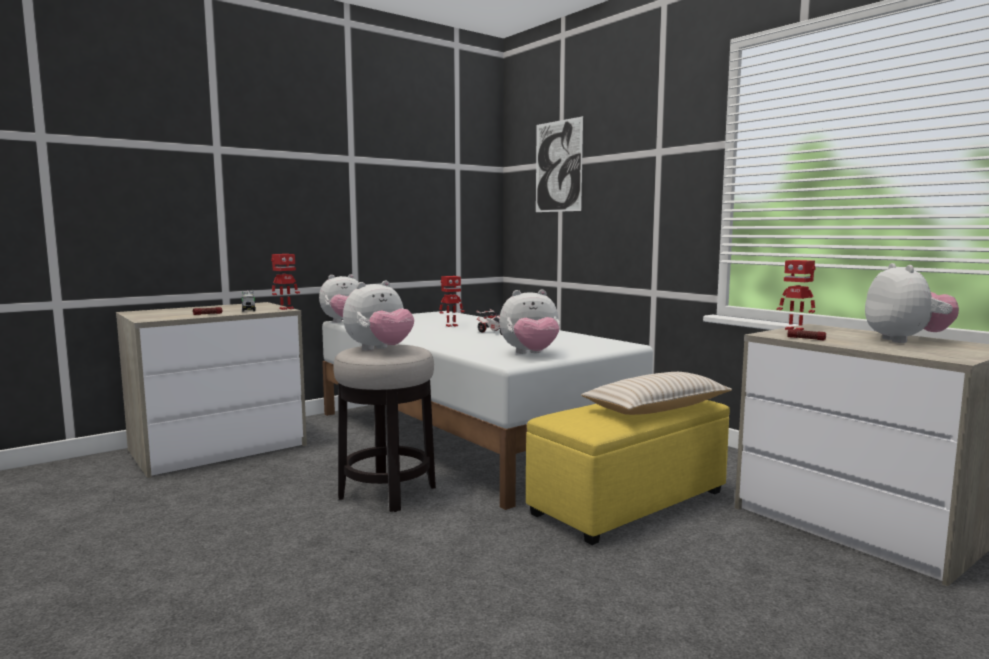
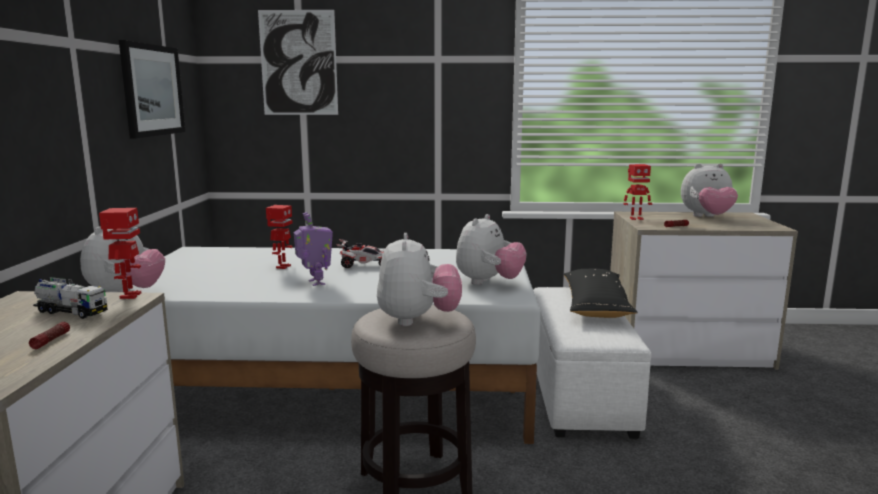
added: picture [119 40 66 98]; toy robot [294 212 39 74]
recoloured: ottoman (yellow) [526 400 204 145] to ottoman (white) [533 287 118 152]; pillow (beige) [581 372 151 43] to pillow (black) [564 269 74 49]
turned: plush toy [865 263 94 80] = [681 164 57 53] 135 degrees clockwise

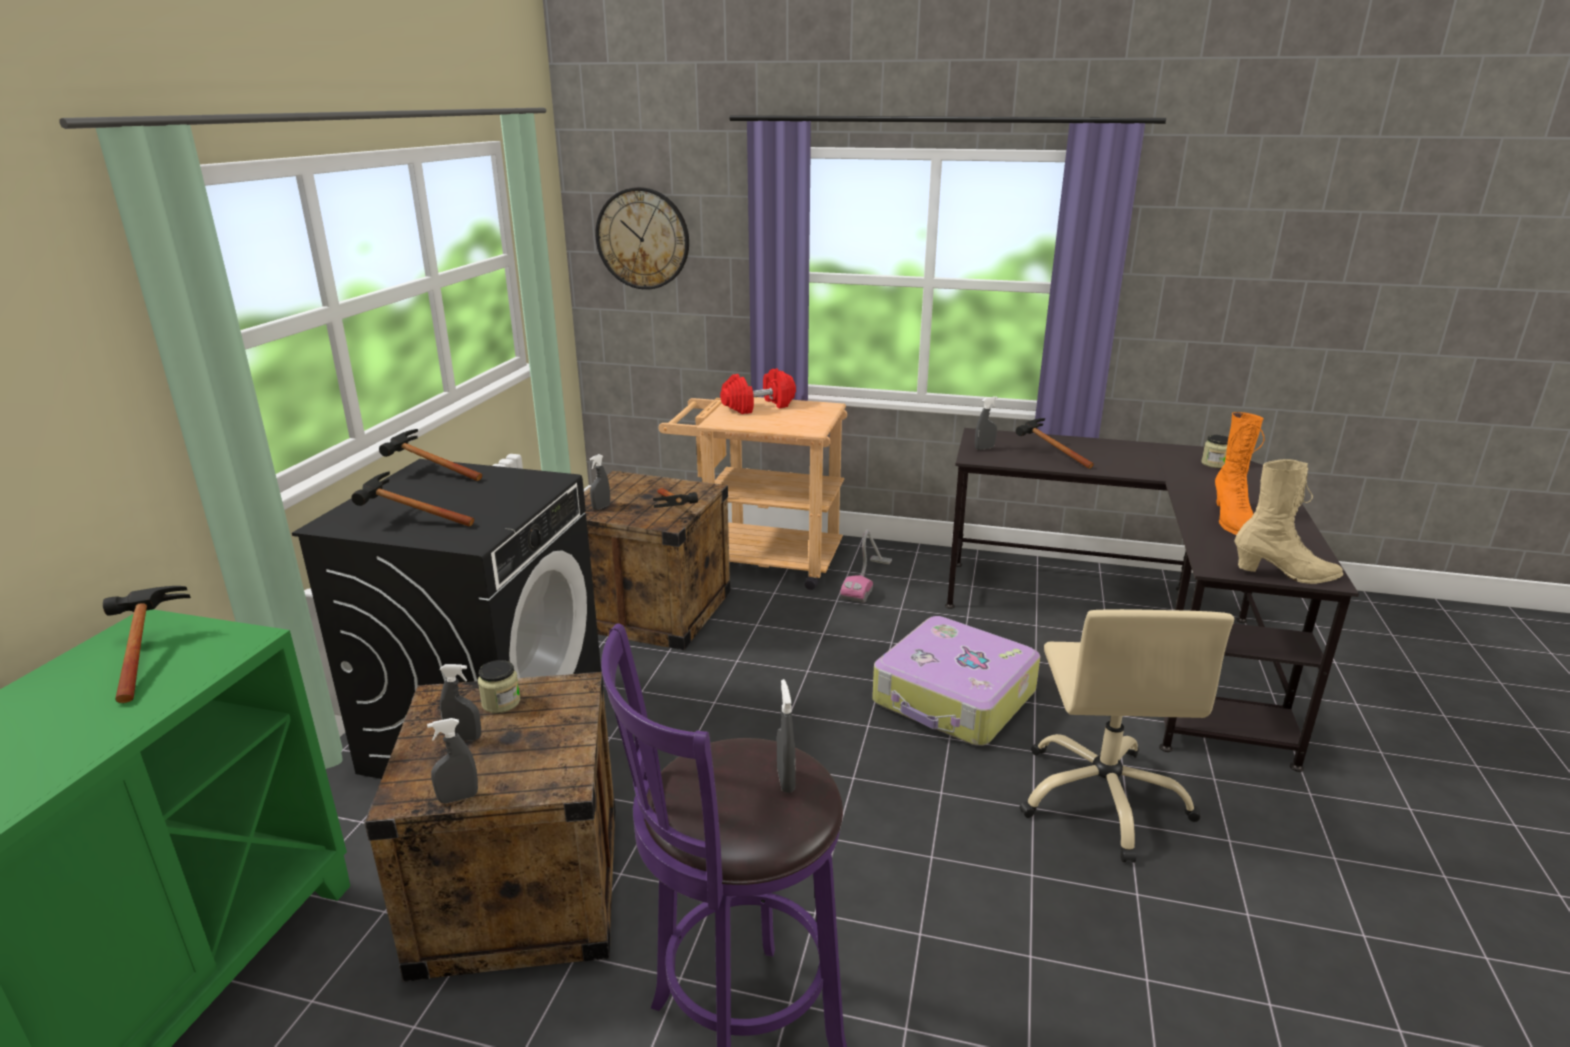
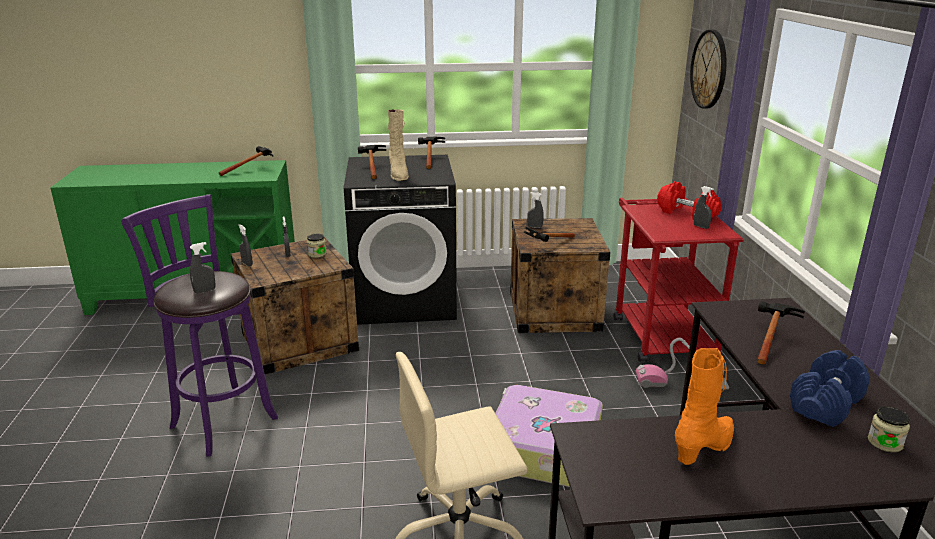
added: dumbbell (blue) [790 350 79 77]
moved: spray bottle (grey) [975 397 23 53] to [694 186 20 43]; boot (beige) [1234 459 109 125] to [388 109 21 72]
recoloured: cart (beige) [658 397 189 193] to cart (red) [613 197 131 165]
turned: boot (orange) [1215 412 50 123] = [675 348 59 117] 150 degrees clockwise

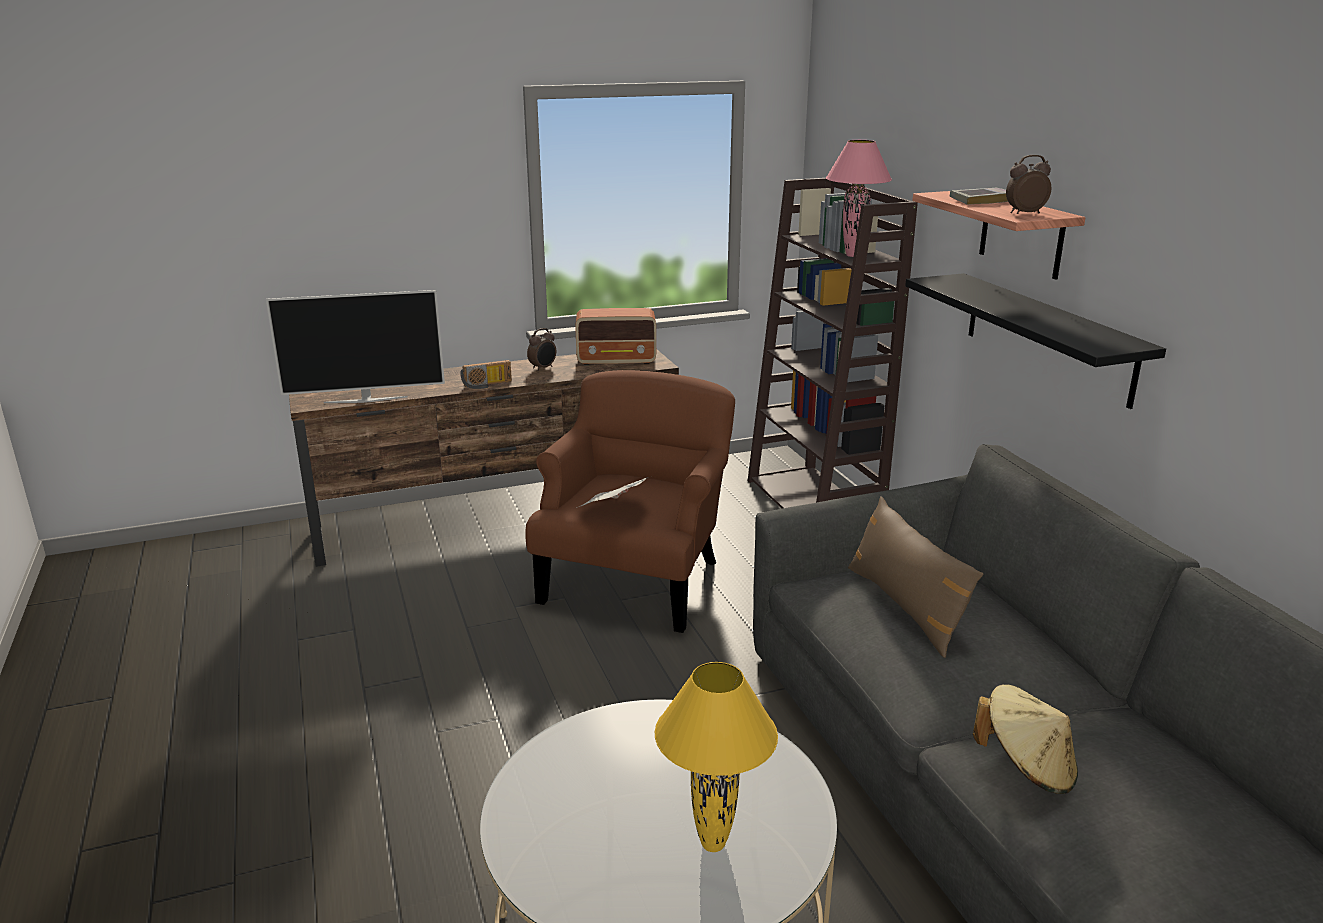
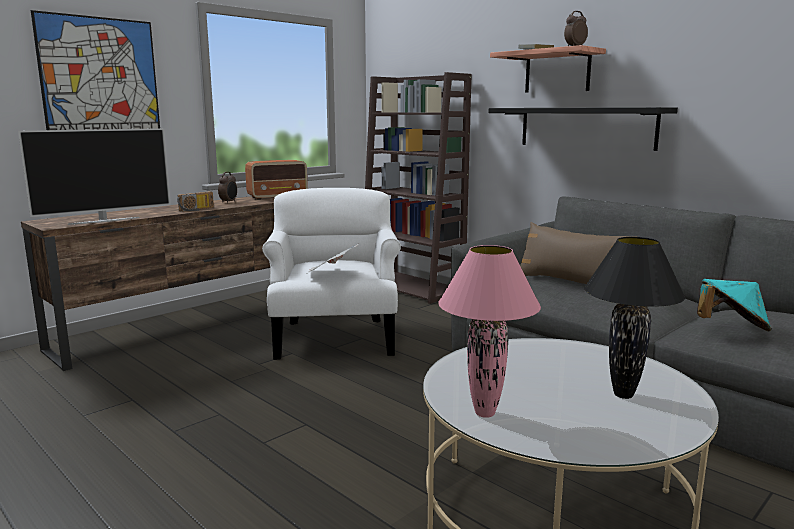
added: picture [31 10 129 120]
moved: table lamp (pink) [826 140 66 117] to [438 245 103 173]
recoloured: armchair (brown) [525 370 210 263] to armchair (white) [262 188 139 172]; table lamp (yellow) [655 662 123 190] to table lamp (black) [584 237 101 162]; hat (beige) [973 684 105 110] to hat (turquoise) [697 279 75 52]

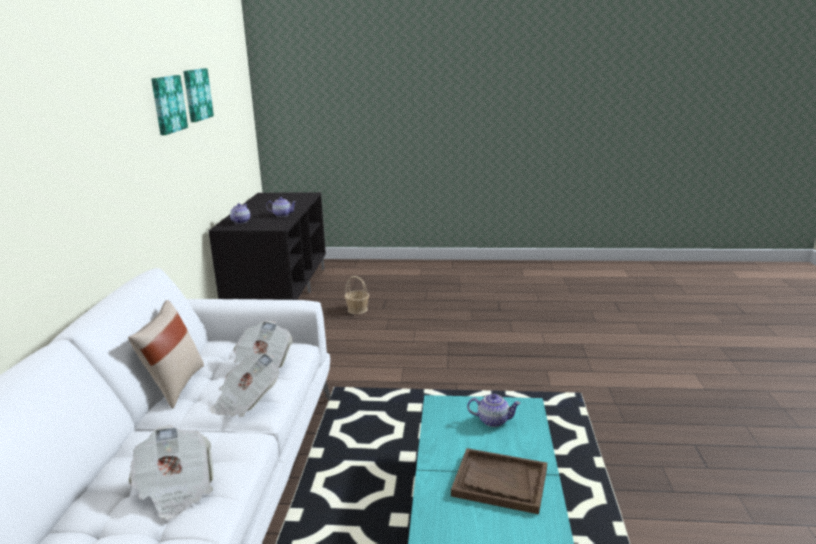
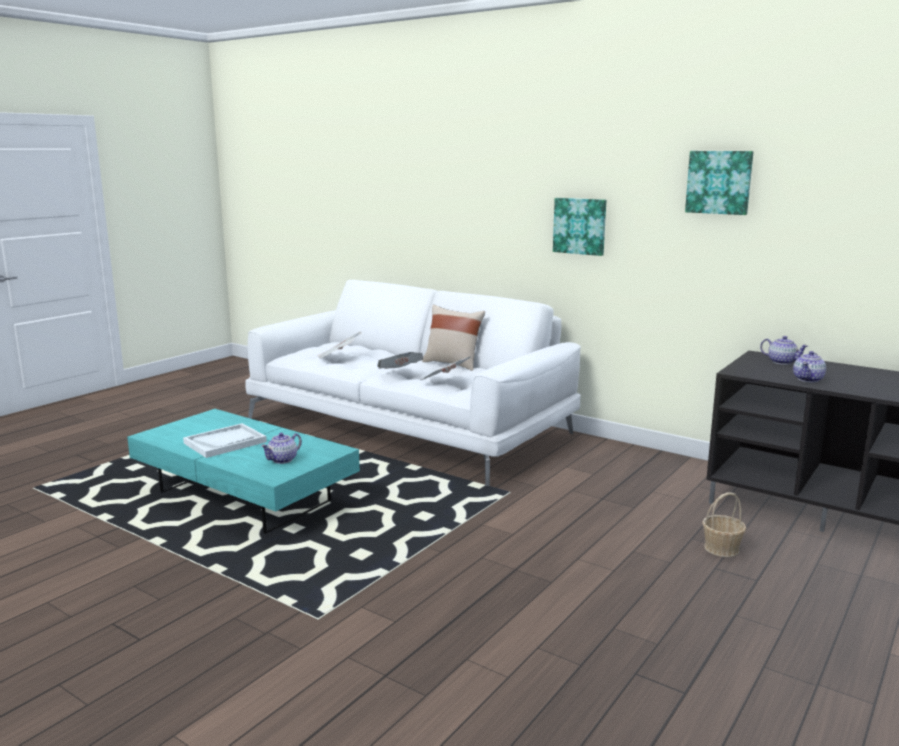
moved: picture [183 68 31 54] to [553 198 53 58]
recoloured: tray (brown) [451 448 96 66] to tray (white) [183 423 84 35]

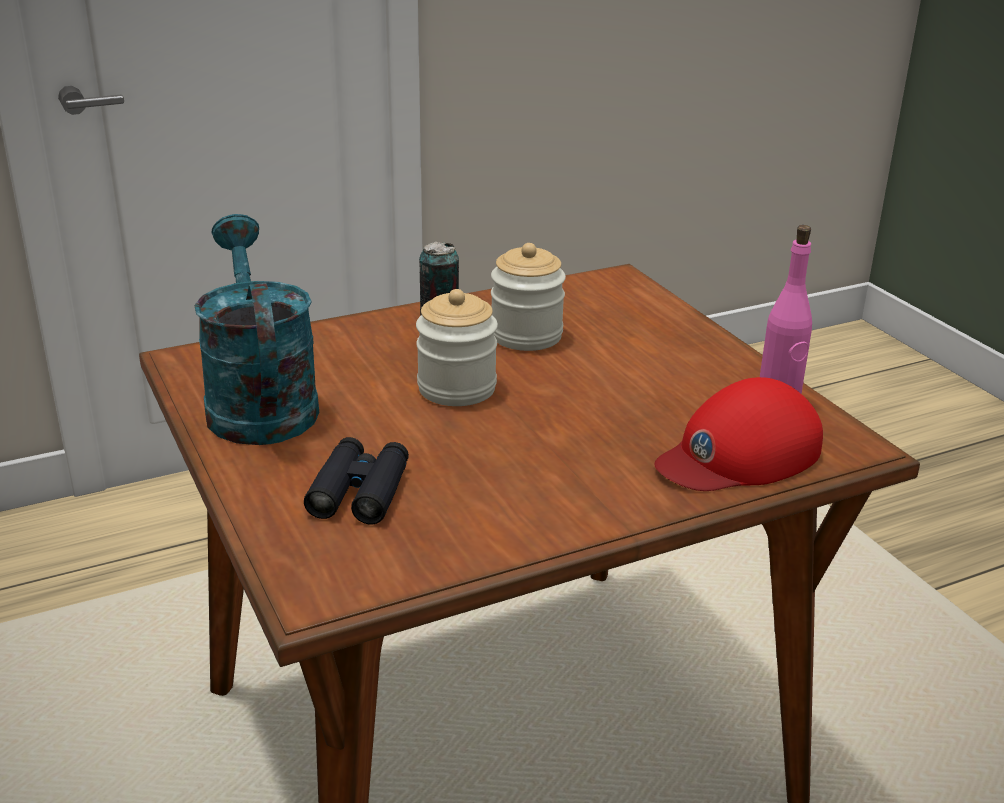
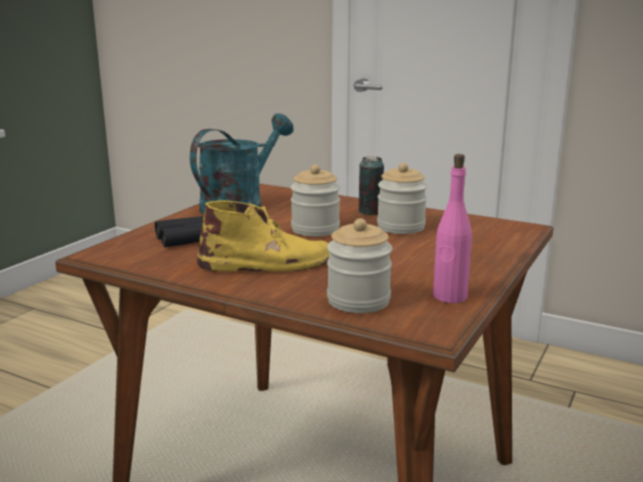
added: boot (yellow) [197 200 133 72]
replaced: cap (red) [654 377 169 114] to jar [327 218 66 95]

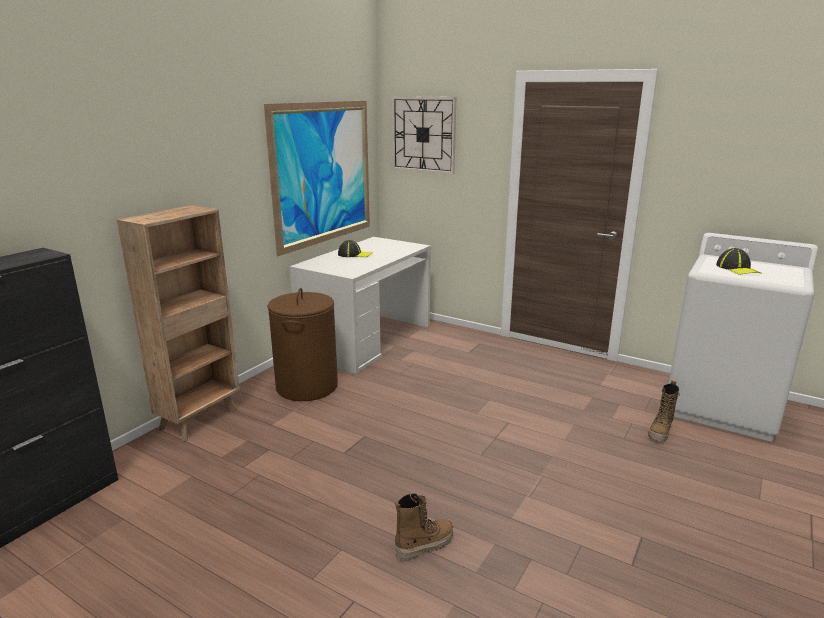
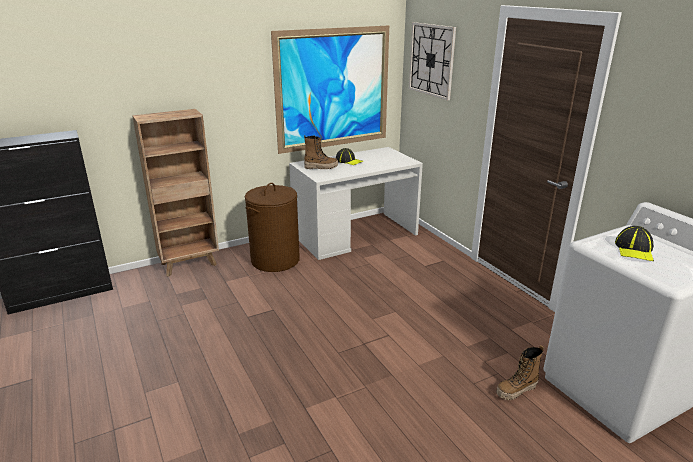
moved: boot [395 493 58 68] to [304 135 34 34]

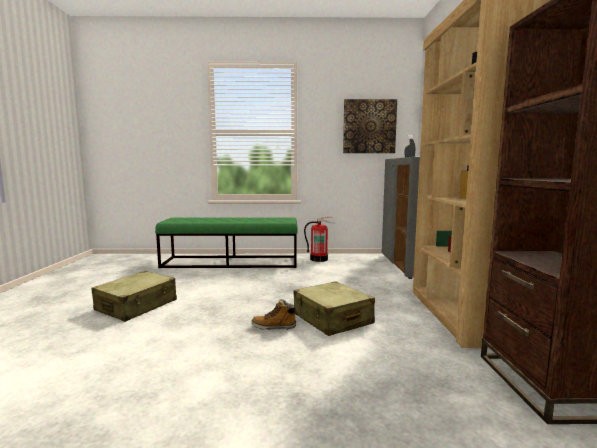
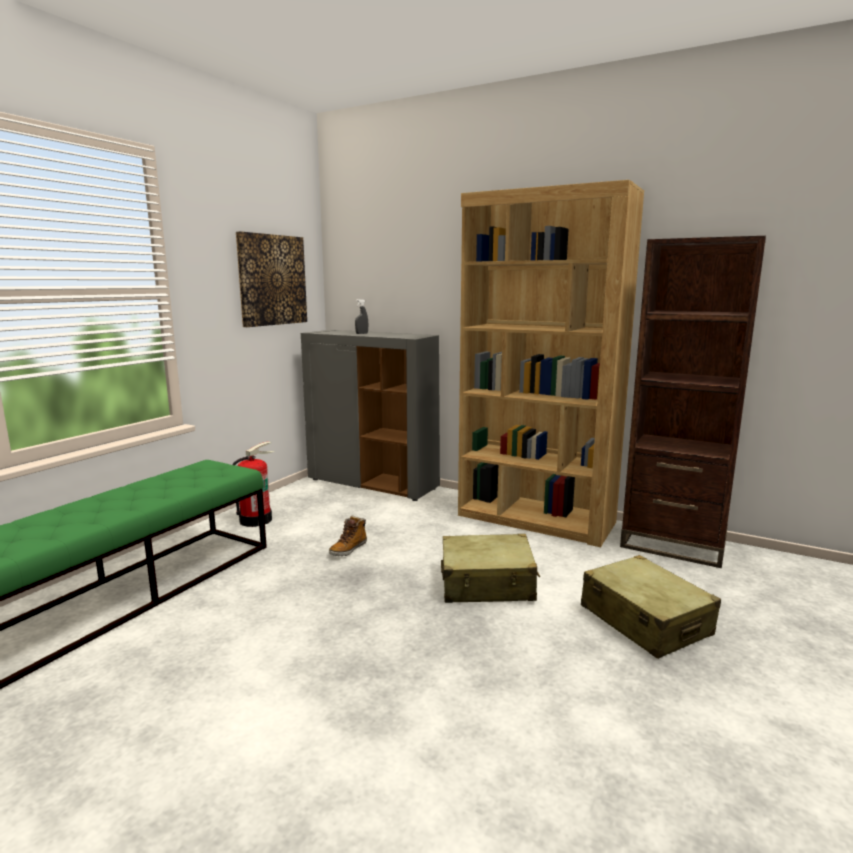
moved: suitcase (beige) [91 271 86 51] to [581 555 140 104]; boot [251 299 46 31] to [329 516 38 40]

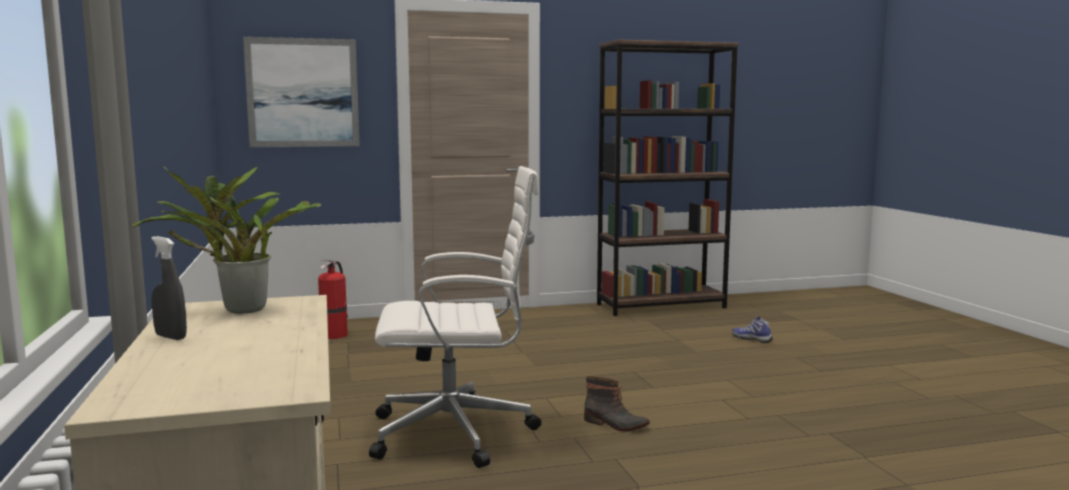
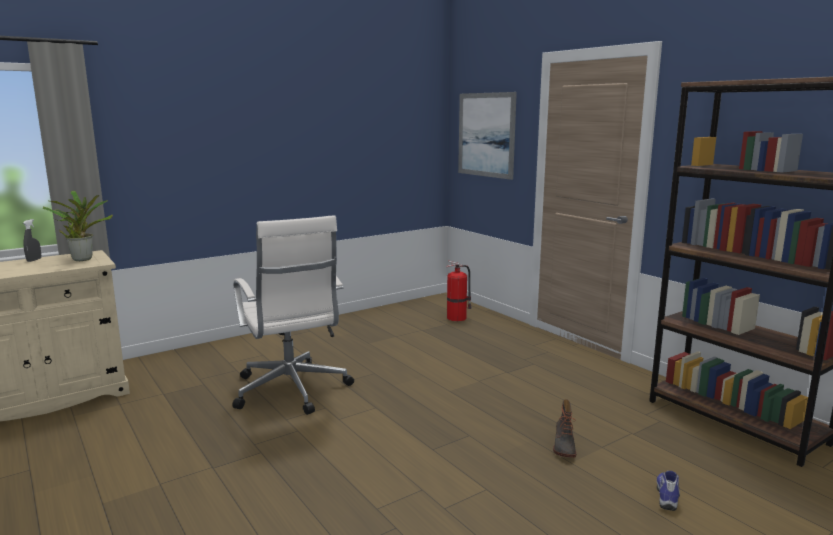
moved: boot [584 376 66 56] to [553 399 23 59]

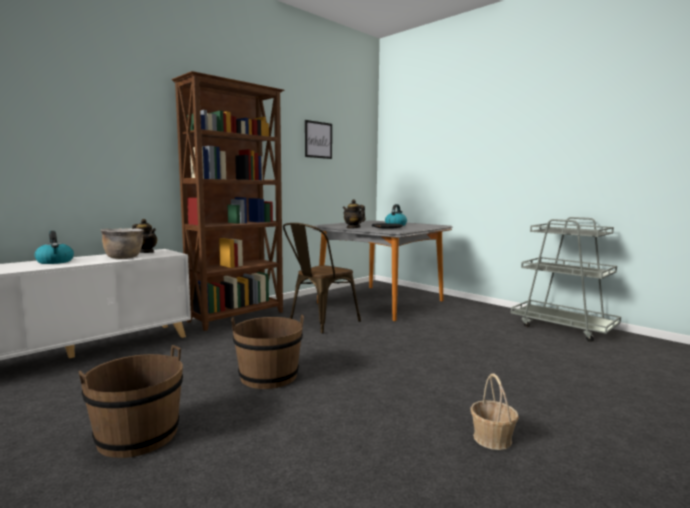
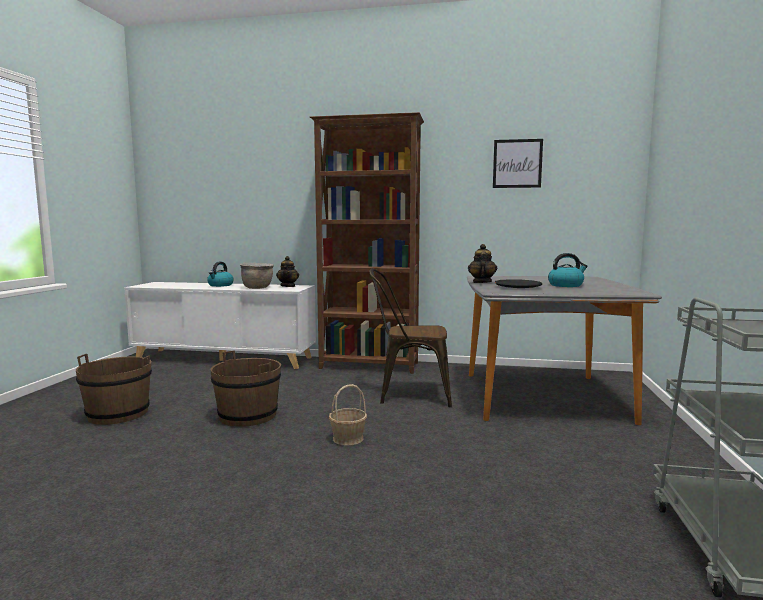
moved: basket [470 373 49 77] to [329 384 38 62]

